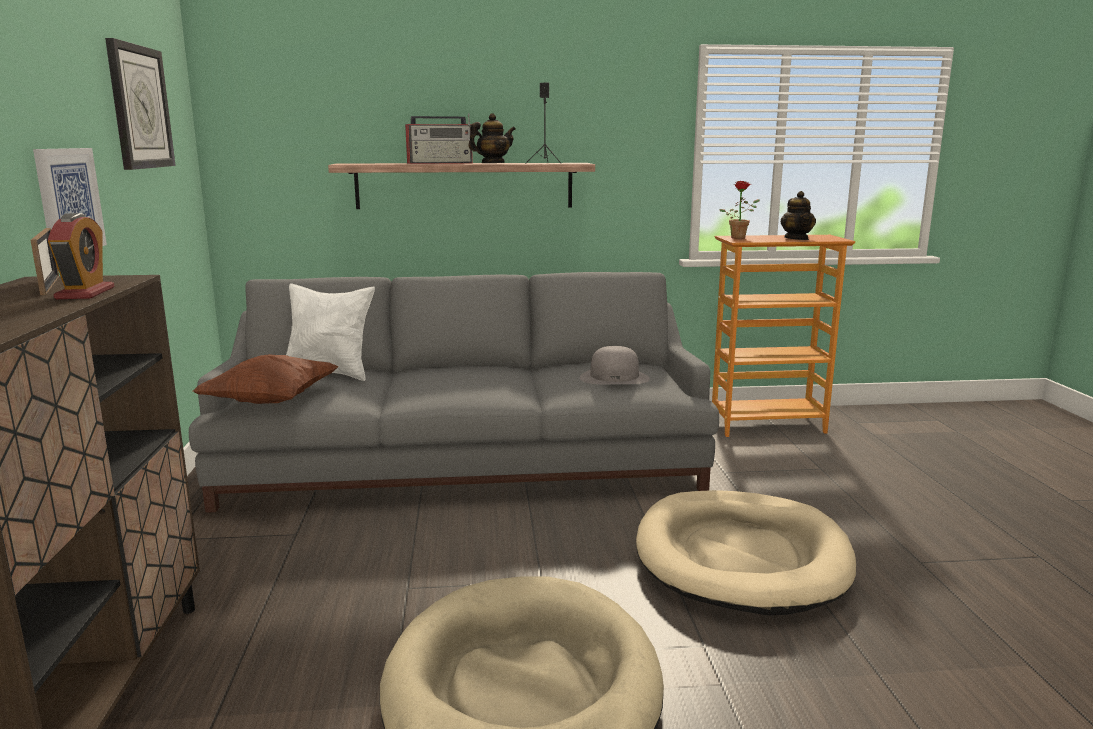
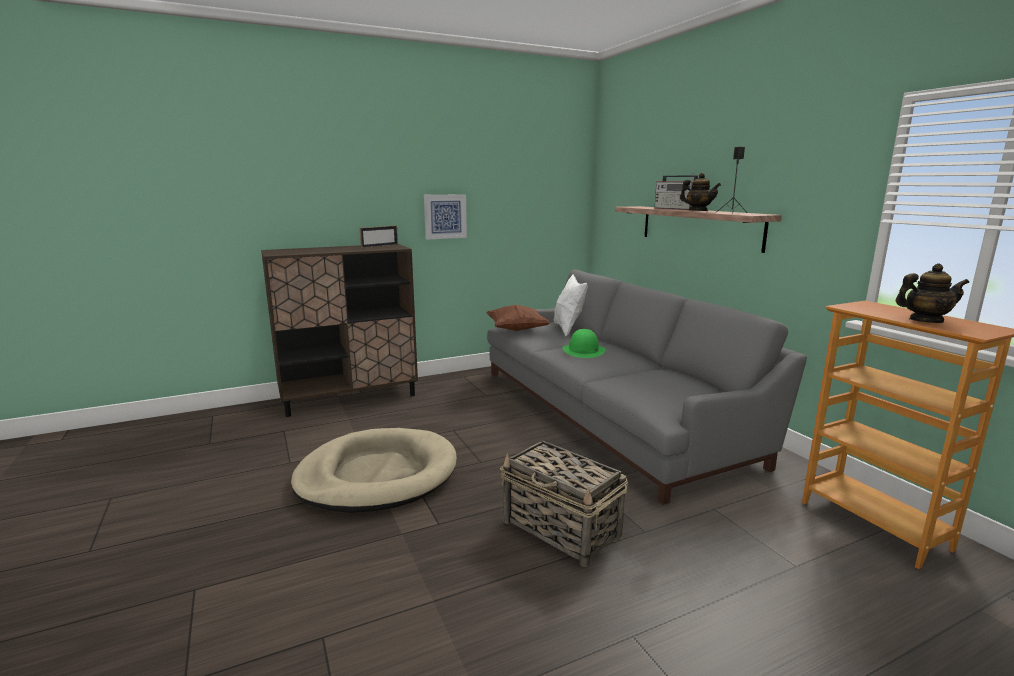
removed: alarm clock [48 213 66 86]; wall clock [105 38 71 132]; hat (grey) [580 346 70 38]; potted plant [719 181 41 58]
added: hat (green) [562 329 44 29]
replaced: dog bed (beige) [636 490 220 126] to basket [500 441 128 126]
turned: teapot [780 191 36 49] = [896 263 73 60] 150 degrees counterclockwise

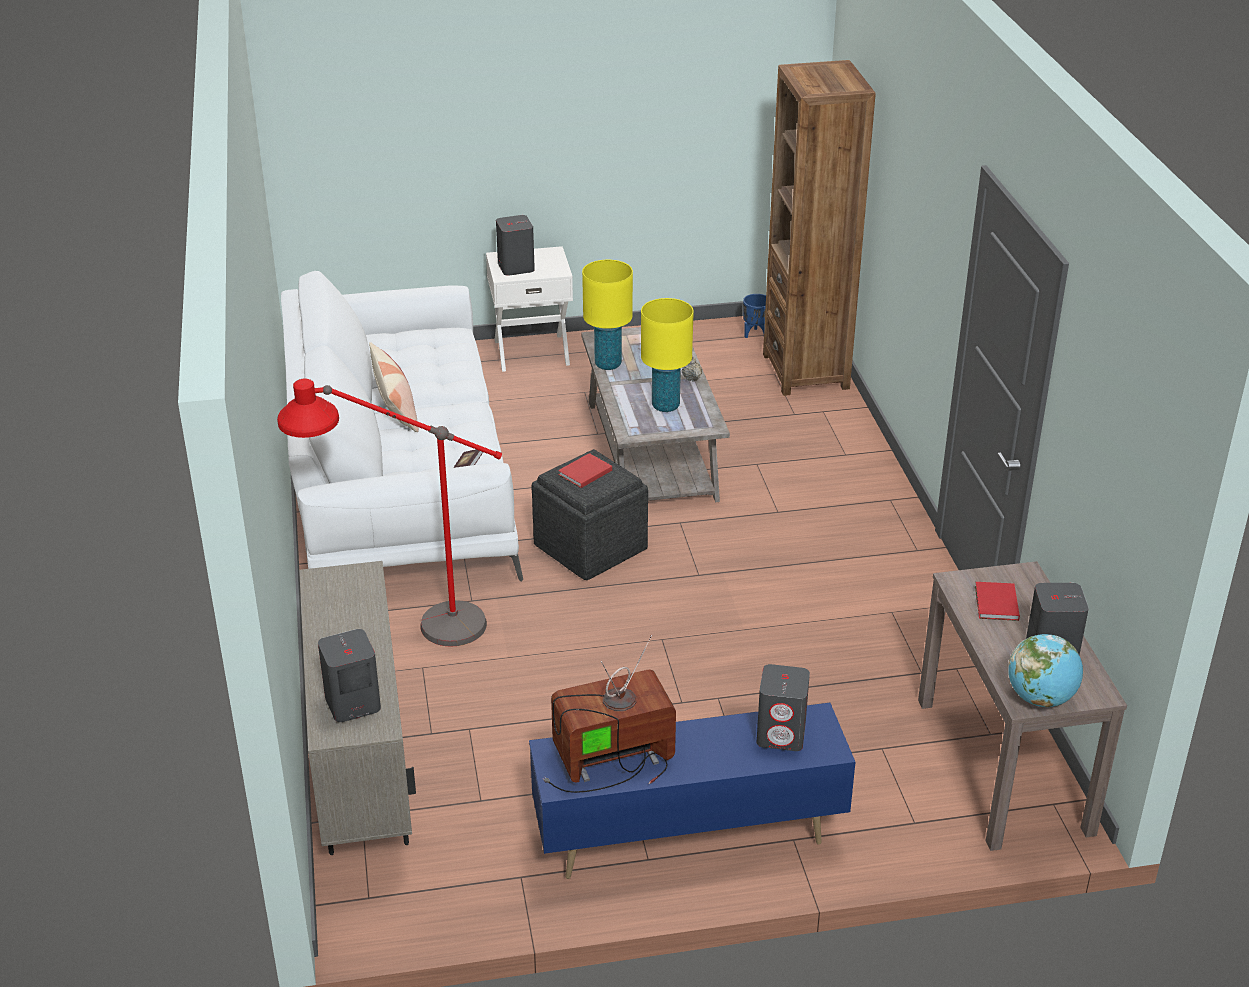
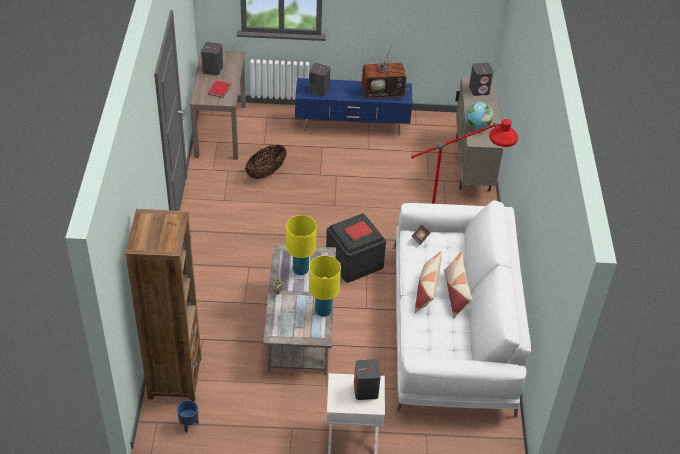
added: basket [245 144 42 35]; pillow [414 251 28 62]
moved: globe [1008 634 75 73] to [465 101 28 29]

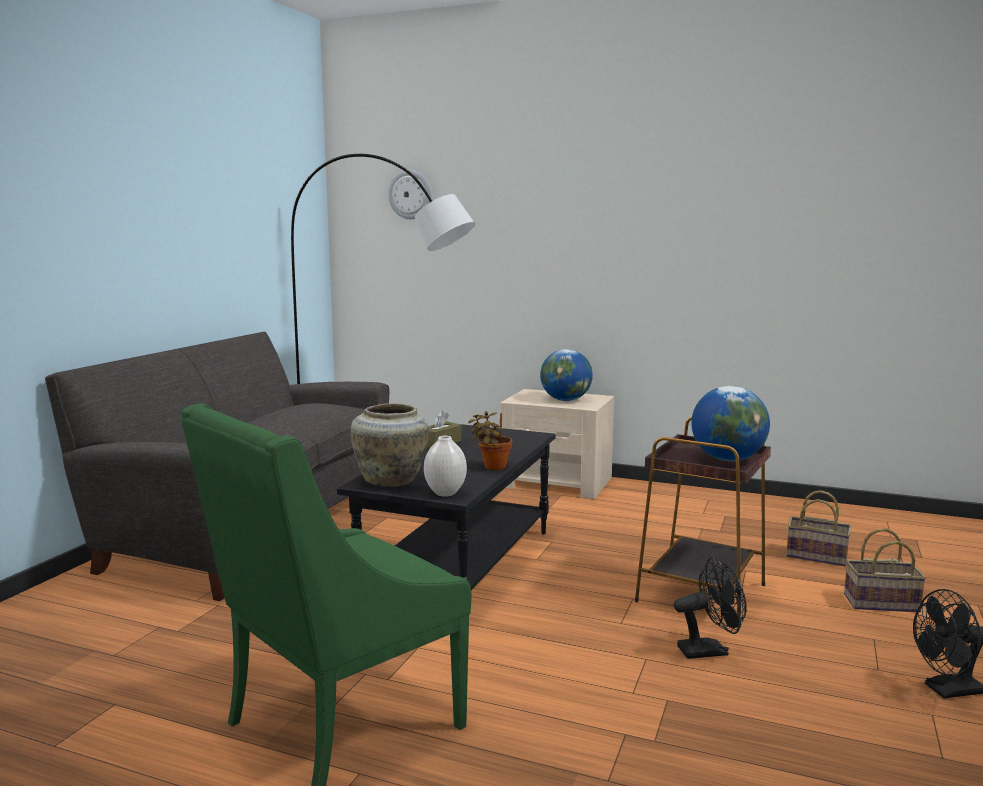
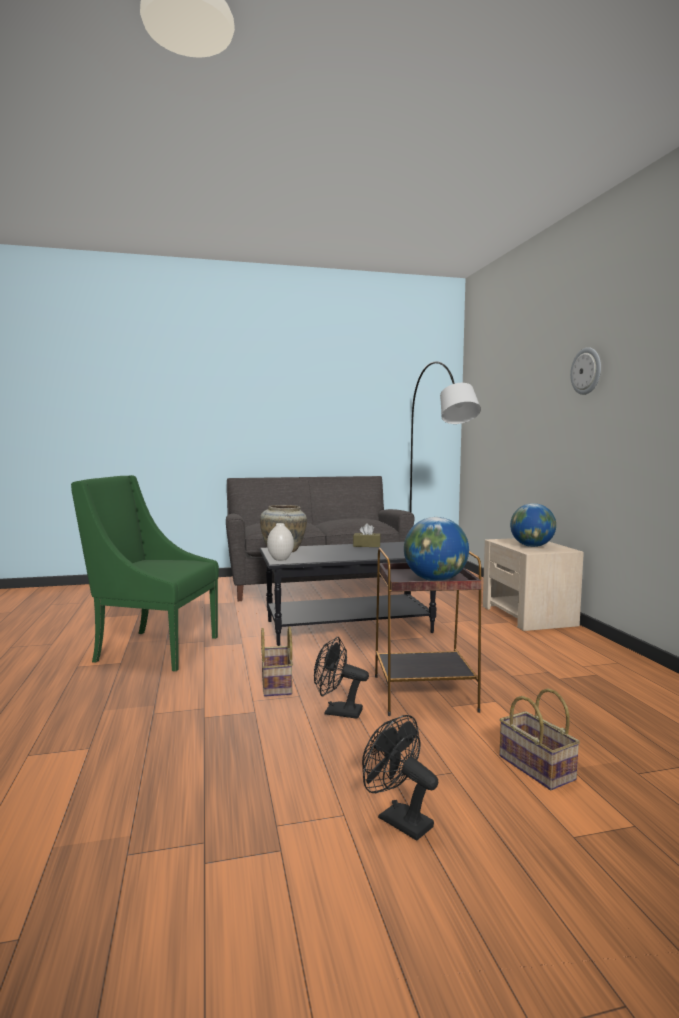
removed: potted plant [468 411 44 59]
moved: wall clock [388 170 43 49] to [570 347 31 48]; basket [786 490 65 76] to [261 626 32 71]
turned: fan (black) [674 557 73 102] = [314 637 55 82] 150 degrees clockwise

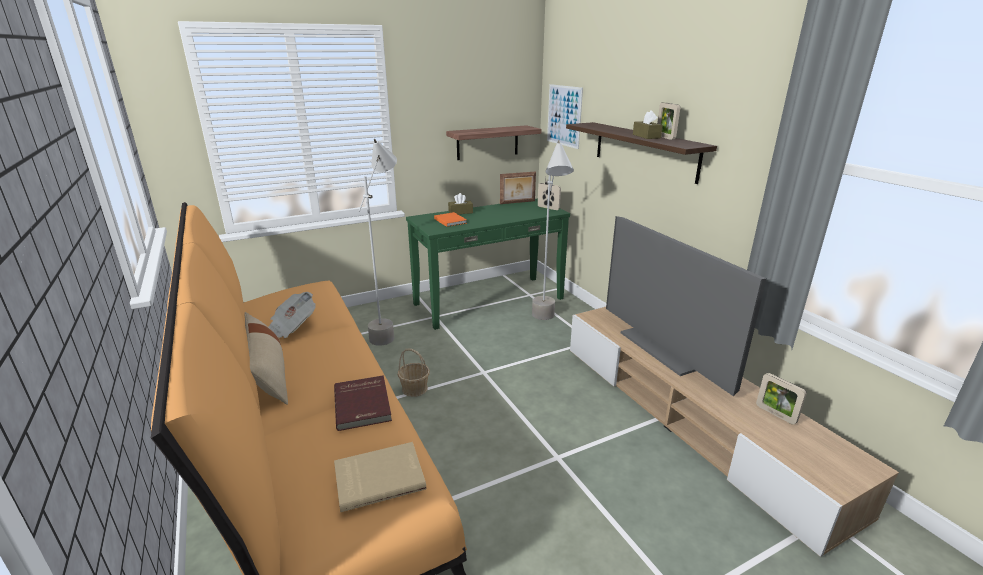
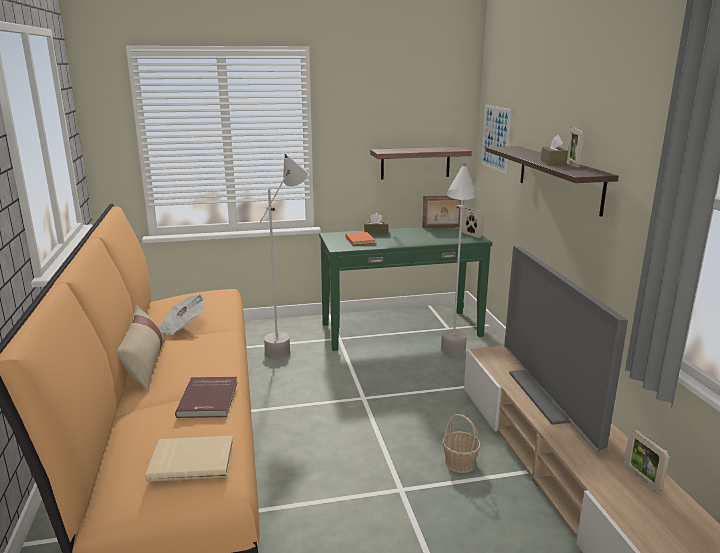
moved: basket [397 348 33 49] to [442 414 39 59]

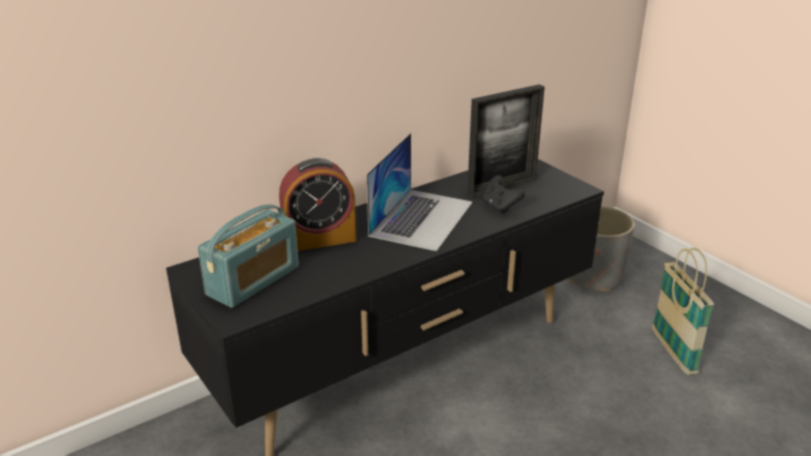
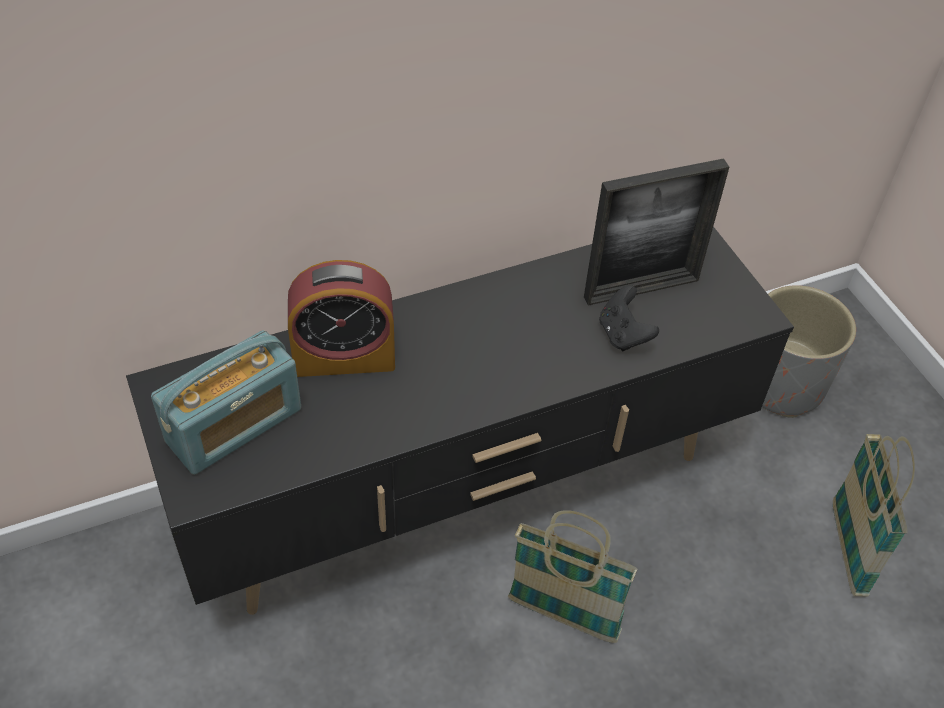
removed: laptop [367 133 106 118]
added: basket [508 510 129 133]

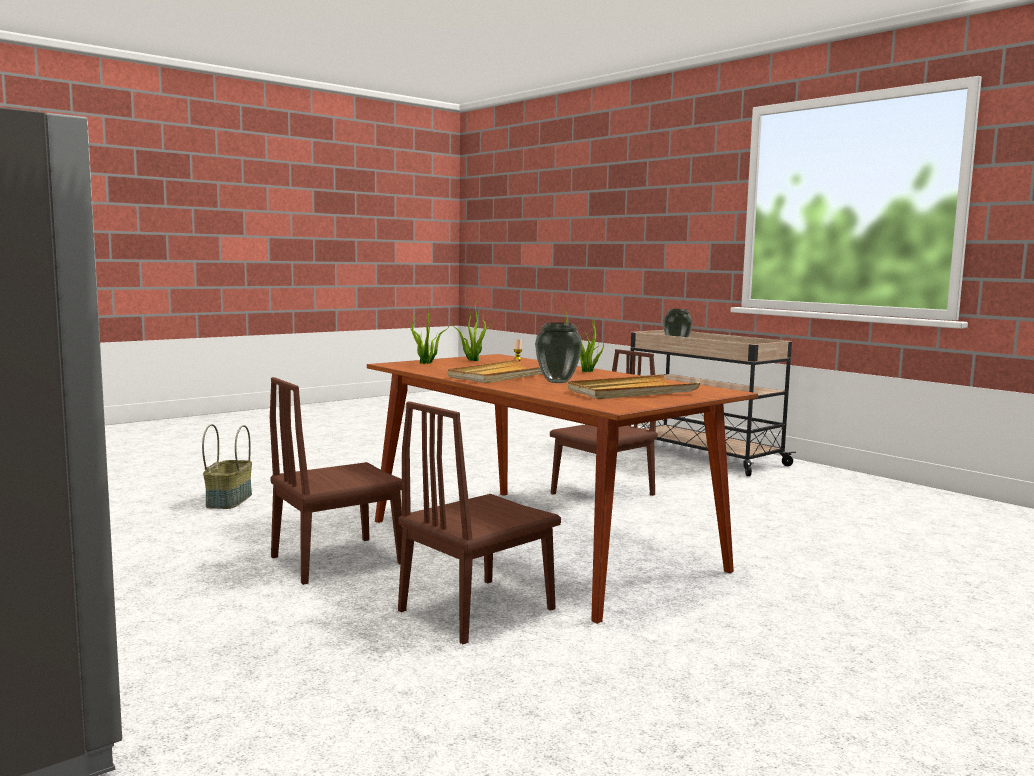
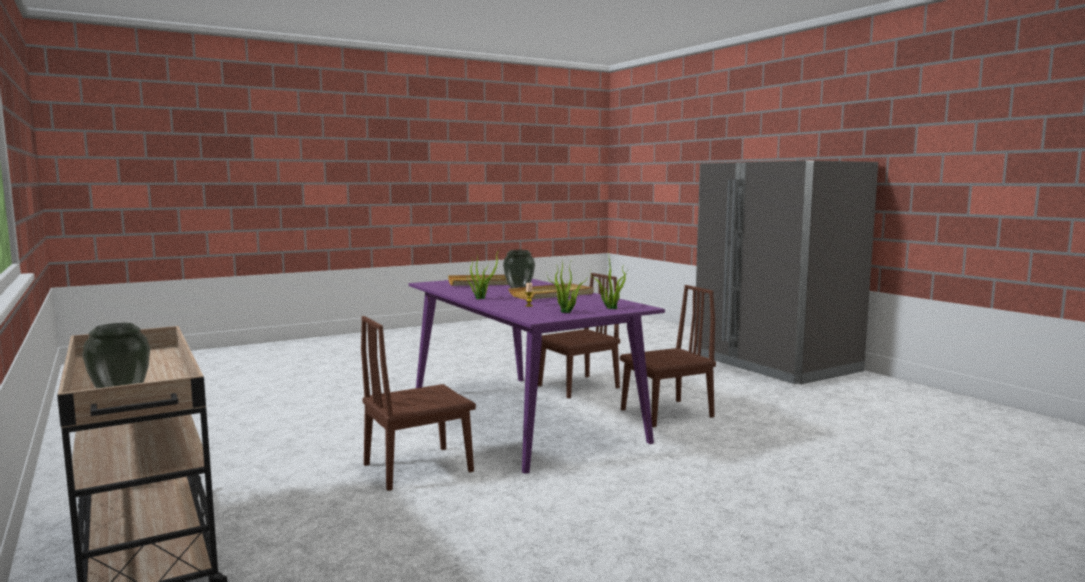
removed: basket [202 424 50 85]
recoloured: dining table (brown) [367 354 391 270] to dining table (purple) [409 279 256 195]

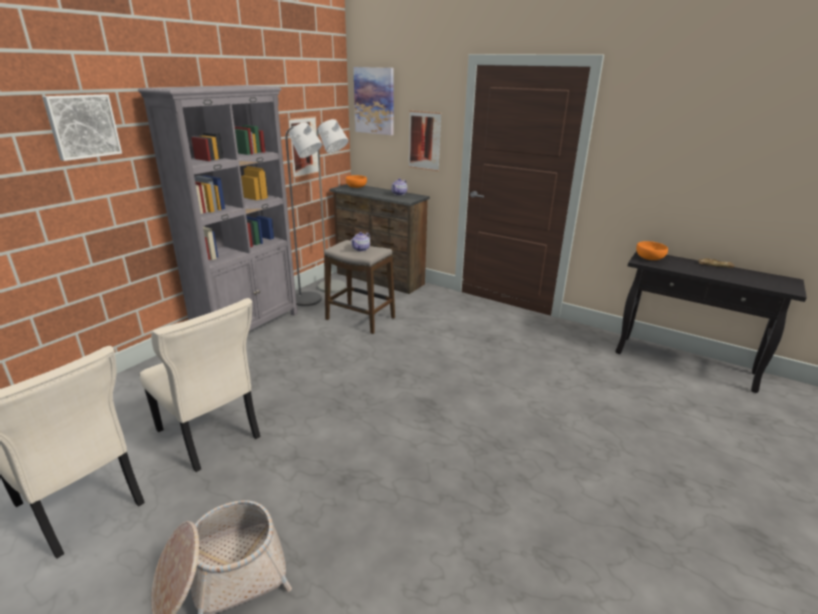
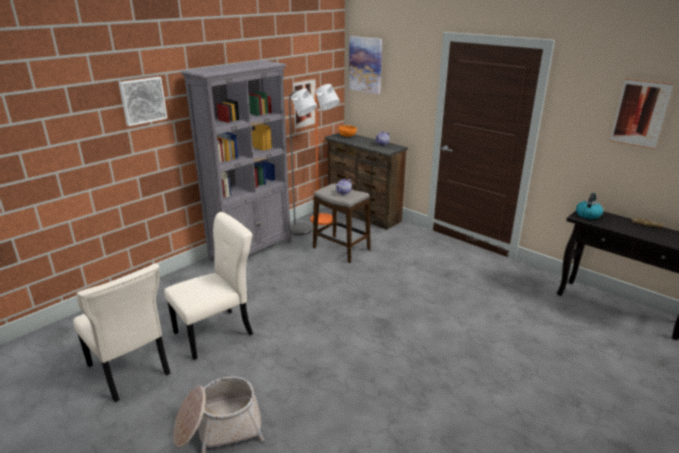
moved: picture [409 111 32 60] to [610 78 64 71]
replaced: bowl (orange) [636 241 32 19] to kettle [576 193 27 26]
recoloured: floor lamp (grey) [317 119 32 174] to floor lamp (orange) [310 84 30 141]
turned: chair (beige) [140 298 121 174] = [164 212 89 148] 90 degrees counterclockwise

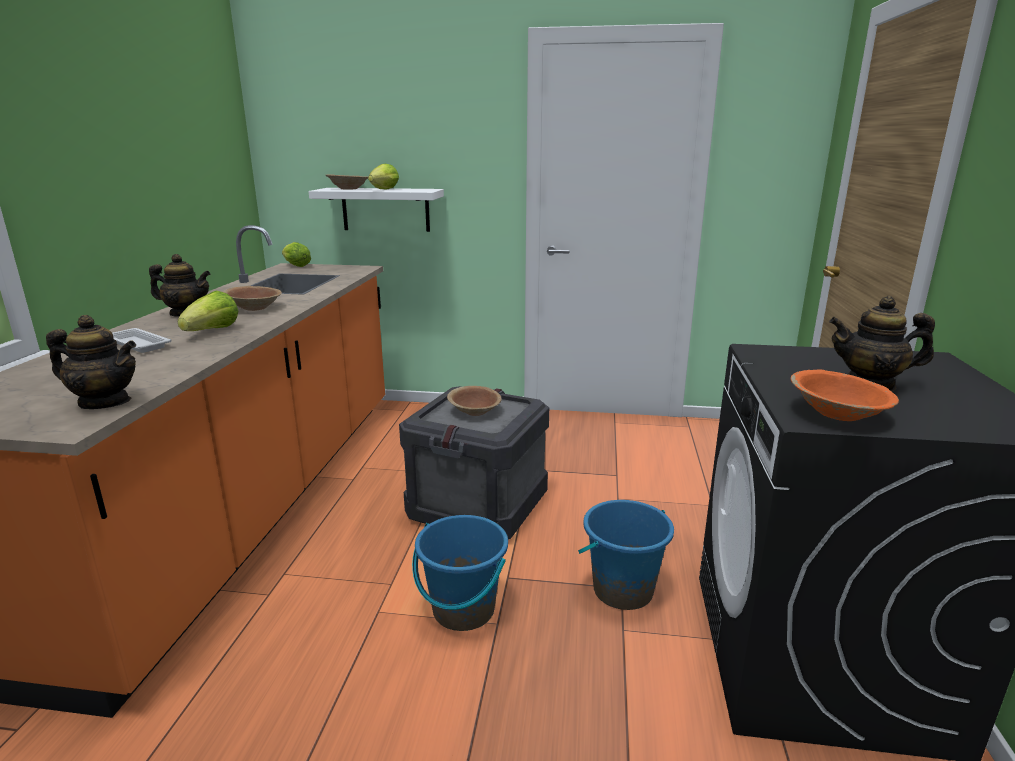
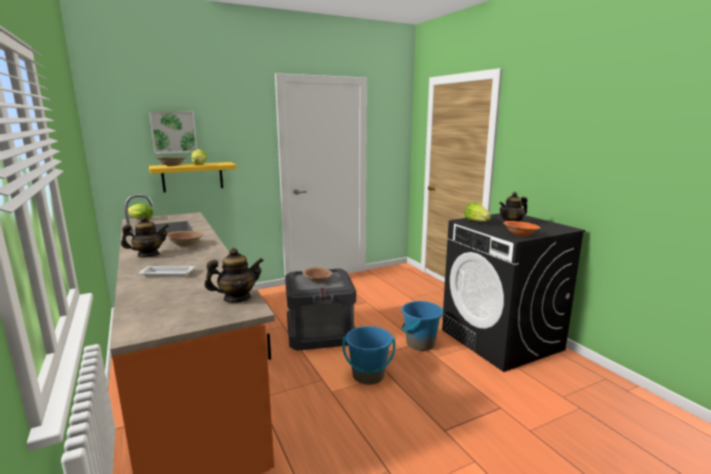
added: picture [149 111 48 43]
moved: lettuce [177 291 61 40] to [464 202 27 19]
recoloured: shelf (white) [308 188 136 44] to shelf (yellow) [149 162 88 30]

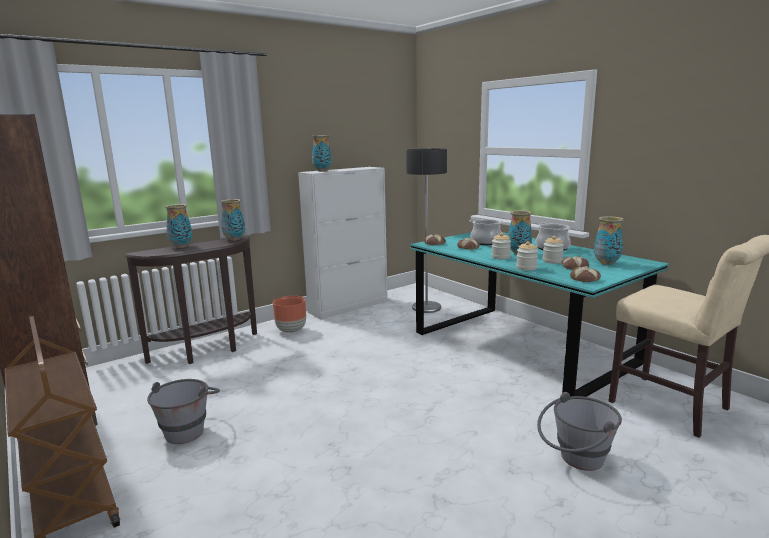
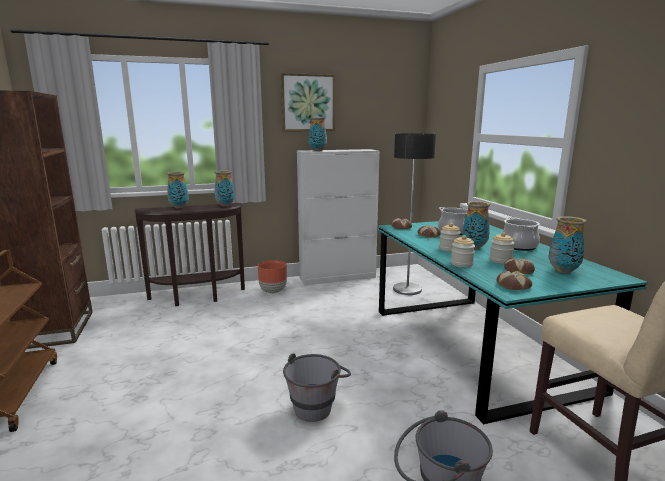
added: picture [281 73 54 58]
moved: bucket (grey) [147 379 73 65] to [283 353 68 69]

